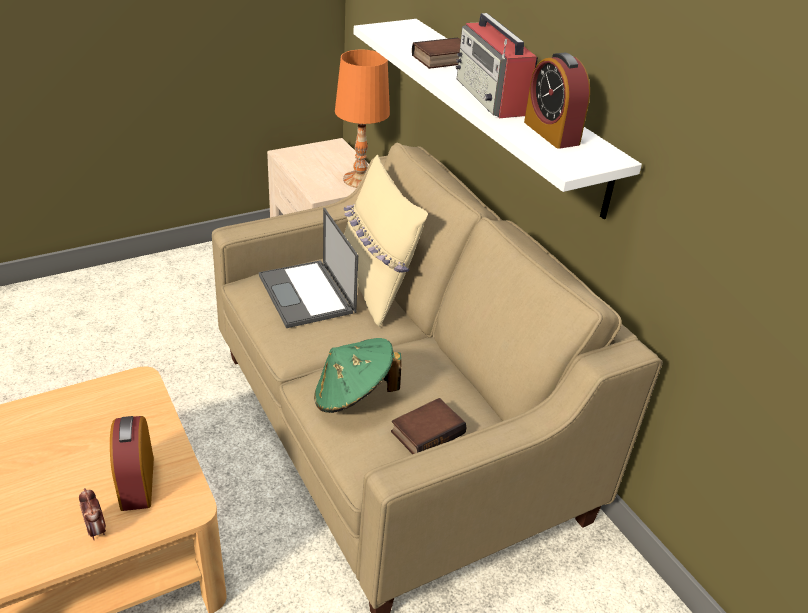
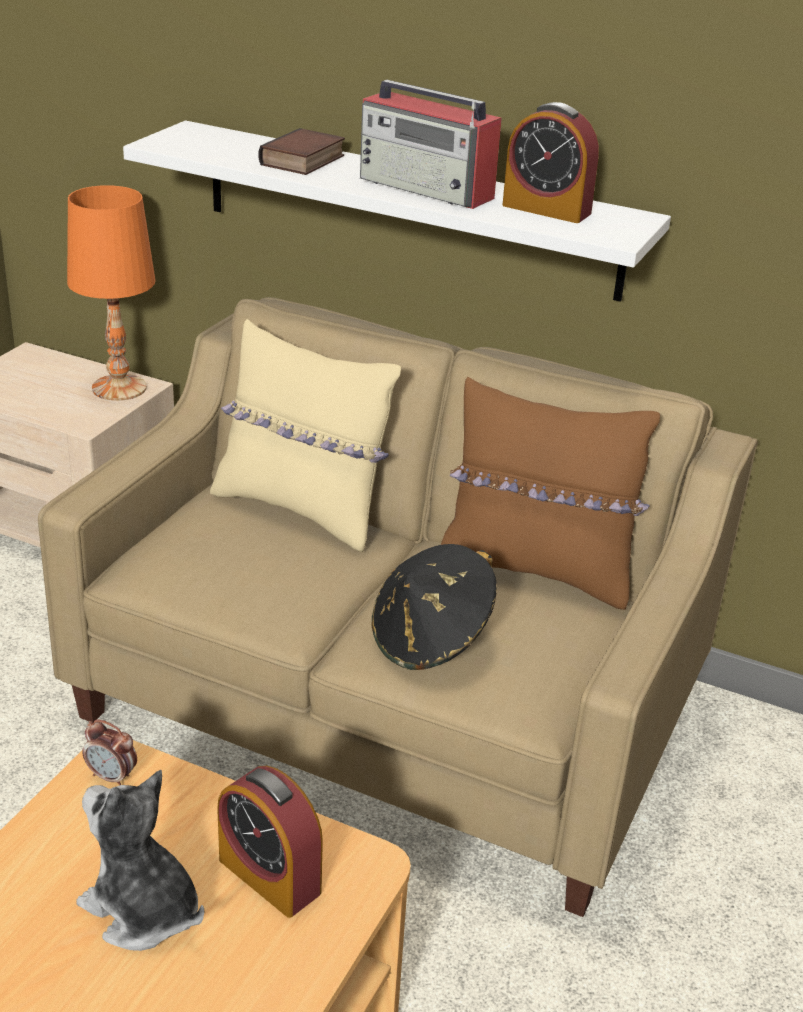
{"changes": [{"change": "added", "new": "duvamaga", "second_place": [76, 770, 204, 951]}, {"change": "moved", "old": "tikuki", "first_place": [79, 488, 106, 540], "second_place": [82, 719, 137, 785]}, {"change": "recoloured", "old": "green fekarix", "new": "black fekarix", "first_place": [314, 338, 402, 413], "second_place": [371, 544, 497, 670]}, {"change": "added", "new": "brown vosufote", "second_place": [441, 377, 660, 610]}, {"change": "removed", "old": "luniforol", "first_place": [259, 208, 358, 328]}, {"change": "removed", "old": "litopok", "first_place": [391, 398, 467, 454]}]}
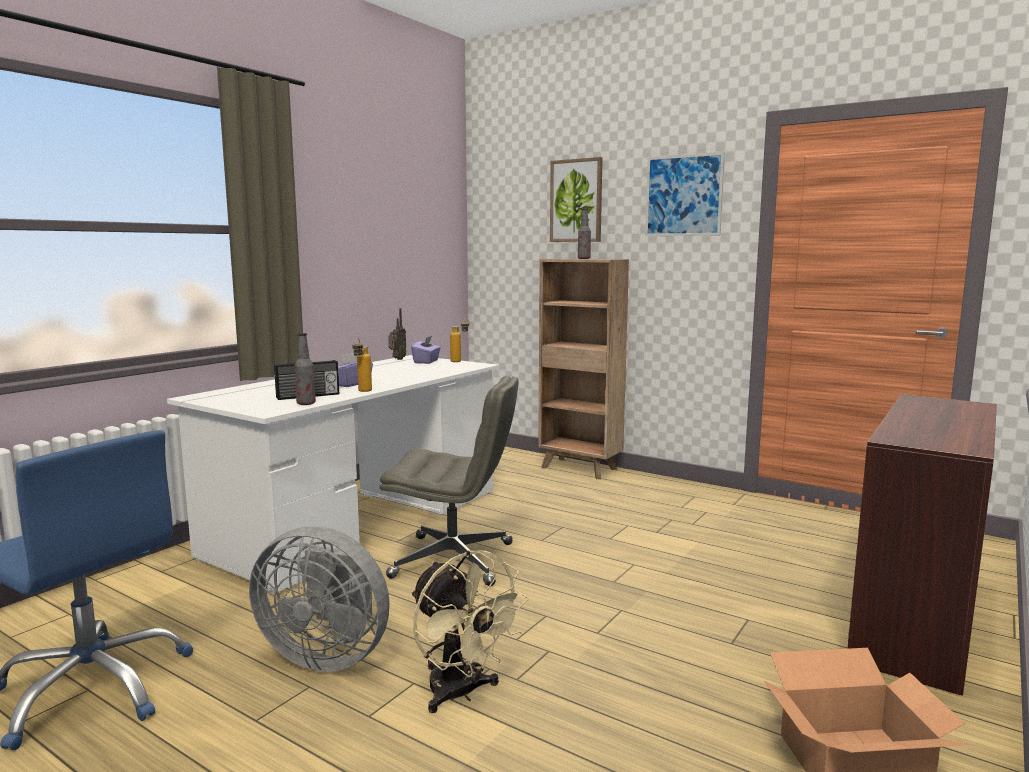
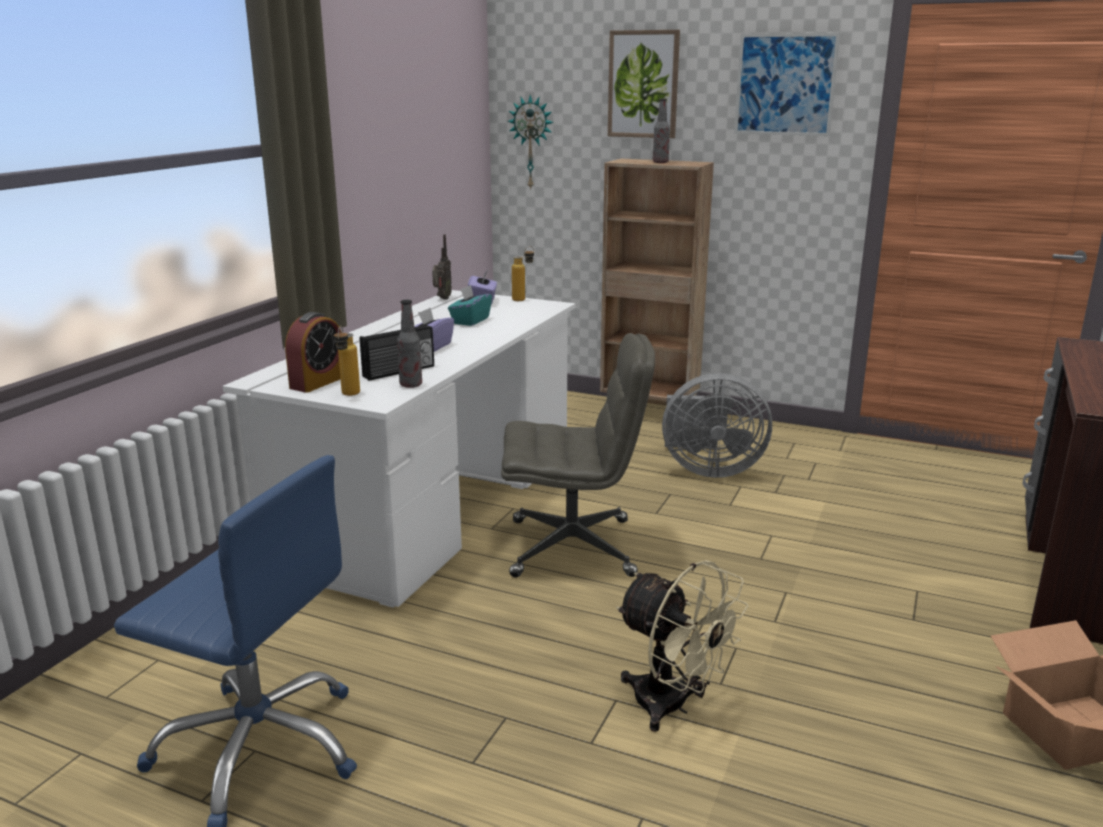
{"changes": [{"change": "added", "new": "tikuki", "second_place": [285, 312, 342, 393]}, {"change": "moved", "old": "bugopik", "first_place": [352, 338, 372, 392], "second_place": [334, 326, 360, 396]}, {"change": "added", "new": "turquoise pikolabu", "second_place": [448, 285, 492, 326]}, {"change": "added", "new": "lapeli", "second_place": [508, 95, 554, 190]}, {"change": "moved", "old": "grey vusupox", "first_place": [249, 526, 390, 672], "second_place": [662, 373, 772, 478]}]}
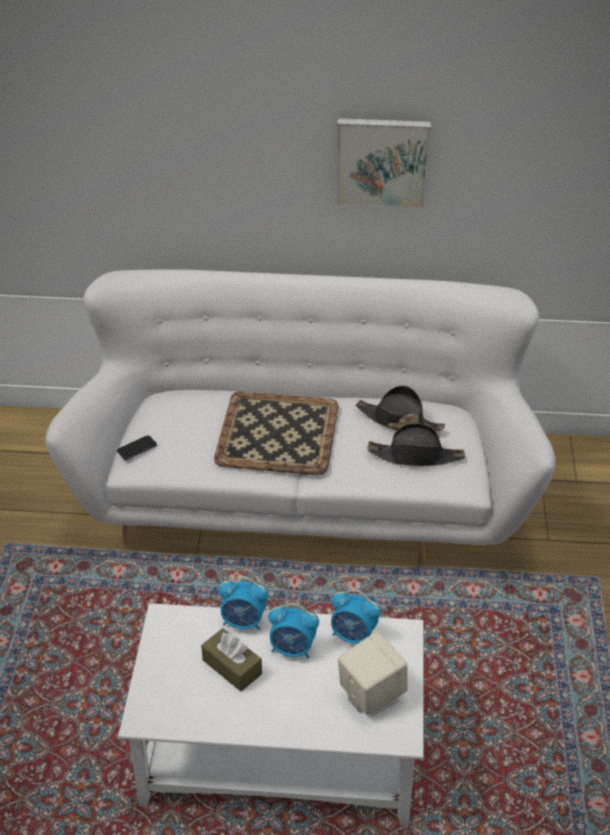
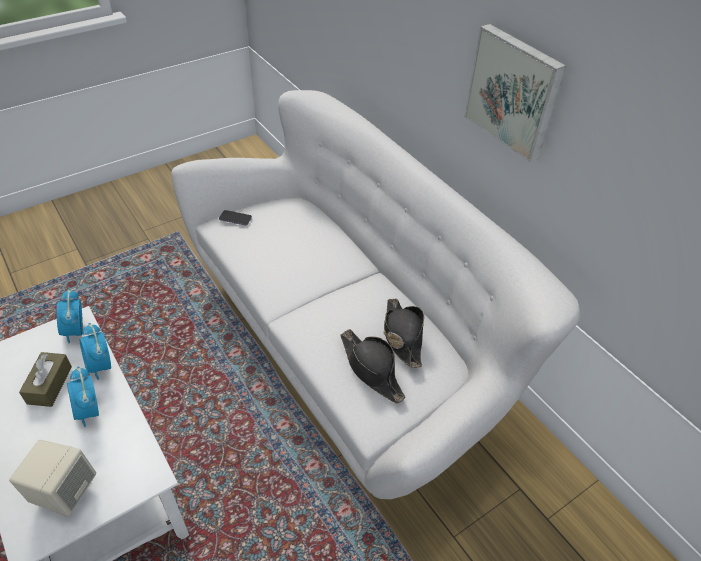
{"changes": [{"change": "moved", "old": "tikuki", "first_place": [331, 590, 381, 644], "second_place": [57, 289, 83, 344]}, {"change": "removed", "old": "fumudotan", "first_place": [214, 391, 339, 475]}]}
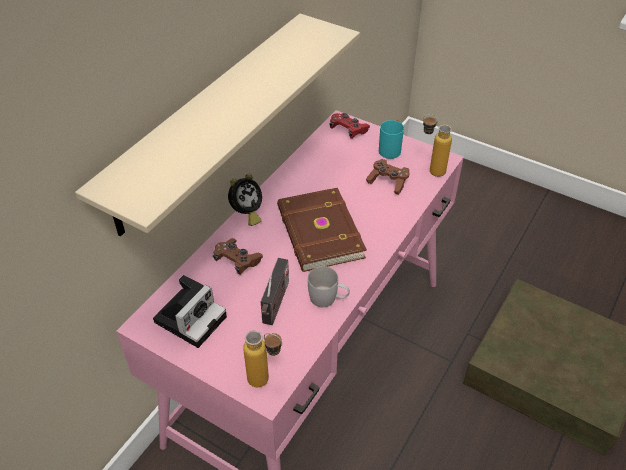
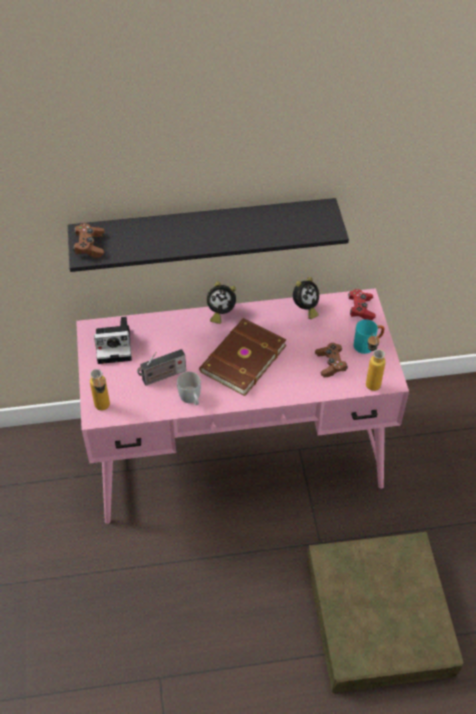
{"changes": [{"change": "recoloured", "old": "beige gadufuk", "new": "black gadufuk", "first_place": [75, 14, 360, 237], "second_place": [68, 198, 349, 272]}, {"change": "moved", "old": "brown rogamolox", "first_place": [213, 238, 263, 275], "second_place": [73, 223, 104, 258]}, {"change": "added", "new": "tikuki", "second_place": [293, 277, 319, 319]}]}
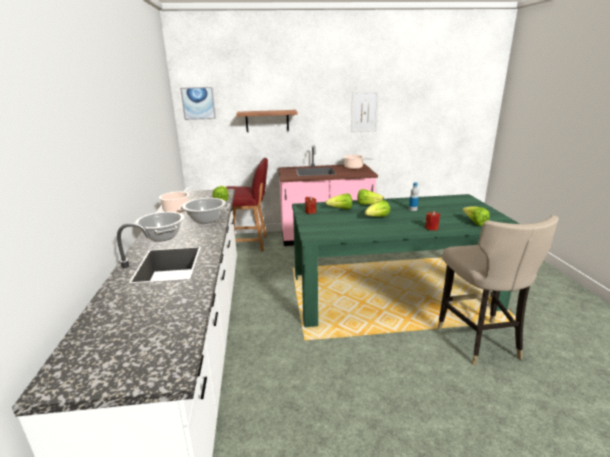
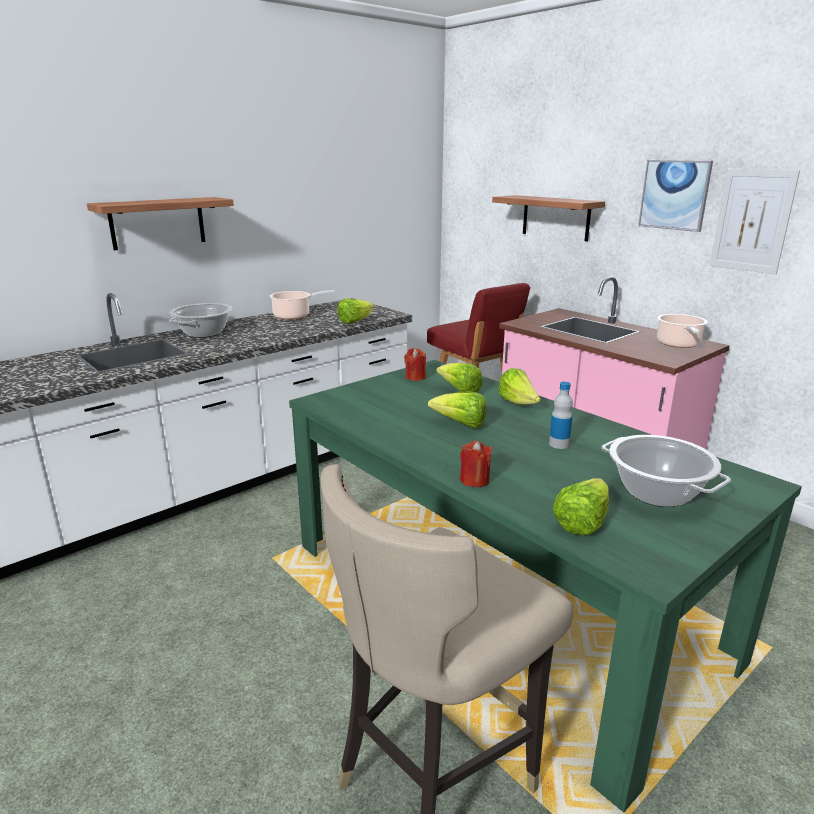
{"changes": [{"change": "added", "new": "gadufuk", "second_place": [87, 197, 234, 251]}, {"change": "moved", "old": "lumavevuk", "first_place": [178, 198, 230, 224], "second_place": [602, 435, 731, 507]}, {"change": "moved", "old": "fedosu", "first_place": [180, 87, 216, 120], "second_place": [638, 160, 713, 232]}]}
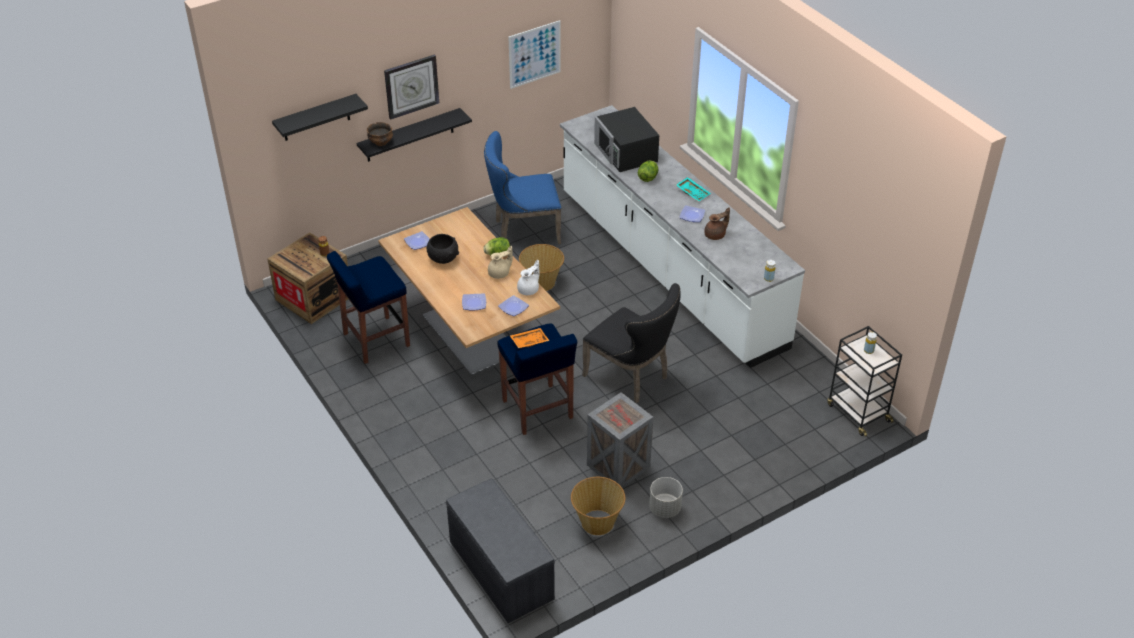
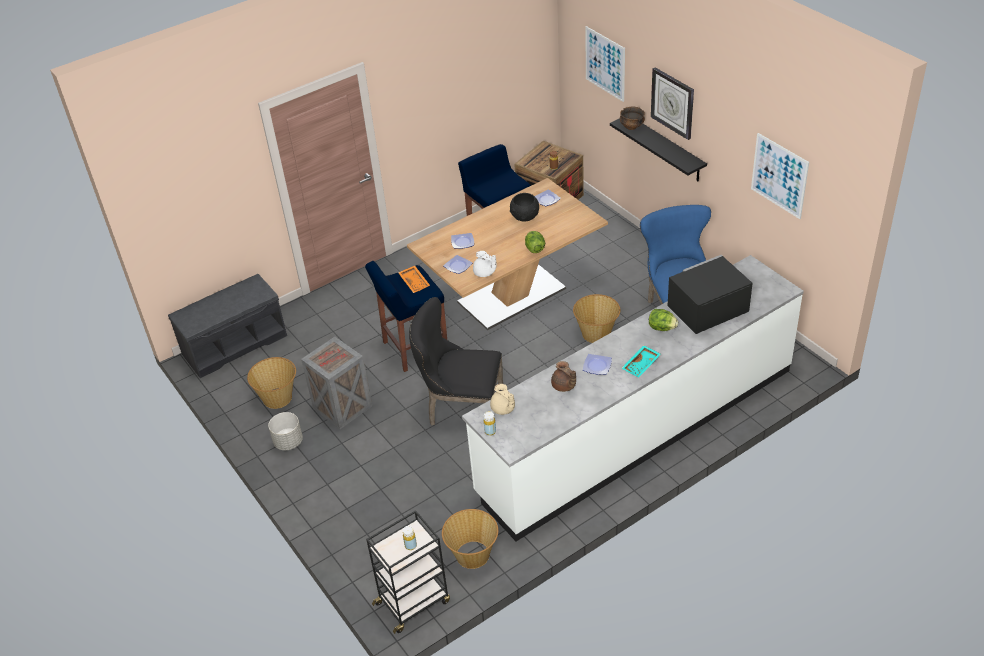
{"changes": [{"change": "turned", "old": "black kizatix", "first_place": [582, 283, 681, 403], "second_place": [409, 297, 503, 426], "degrees": 60}, {"change": "added", "new": "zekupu", "second_place": [442, 509, 498, 569]}, {"change": "moved", "old": "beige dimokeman", "first_place": [488, 246, 513, 279], "second_place": [490, 384, 515, 415]}, {"change": "replaced", "old": "black gadufuk", "new": "fedosu", "first_place": [272, 94, 368, 141], "second_place": [585, 26, 625, 102]}]}
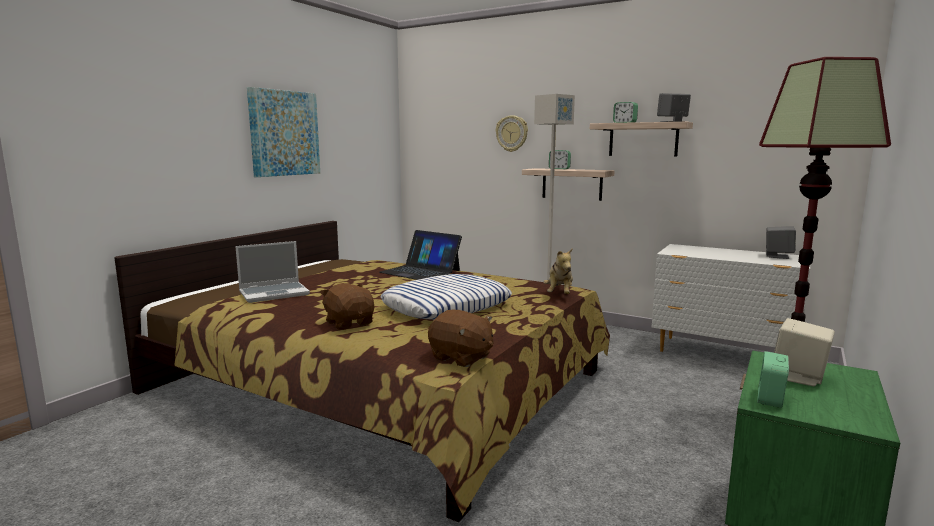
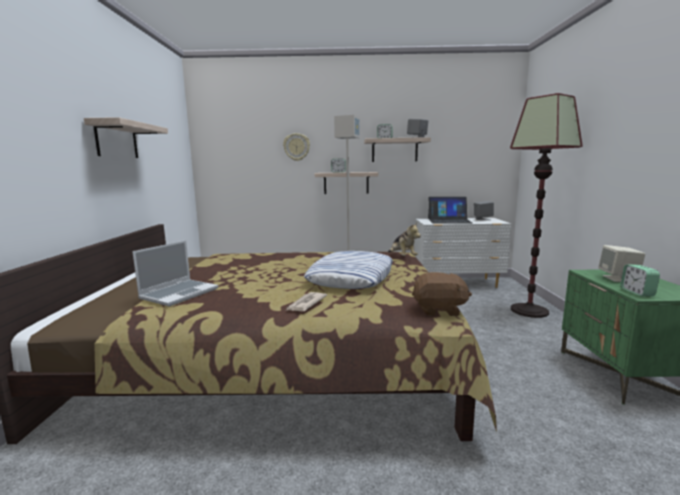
{"changes": [{"change": "replaced", "old": "fedosu", "new": "gadufuk", "first_place": [247, 87, 320, 177], "second_place": [84, 117, 168, 158]}, {"change": "replaced", "old": "brown duvamaga", "new": "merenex", "first_place": [320, 283, 375, 330], "second_place": [287, 292, 327, 312]}, {"change": "moved", "old": "luniforol", "first_place": [379, 230, 462, 280], "second_place": [428, 197, 472, 223]}]}
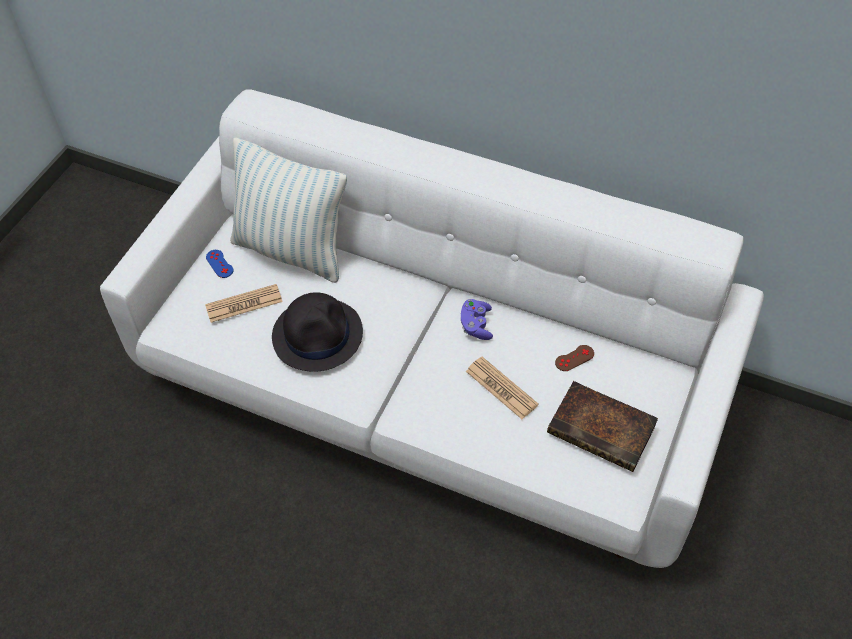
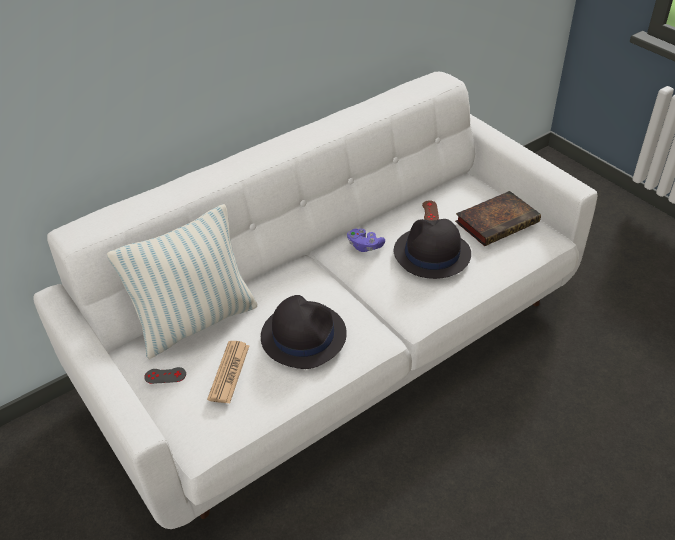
{"changes": [{"change": "recoloured", "old": "blue rogamolox", "new": "grey rogamolox", "first_place": [206, 250, 233, 278], "second_place": [144, 367, 186, 384]}, {"change": "replaced", "old": "merenex", "new": "black fekarix", "first_place": [466, 357, 539, 419], "second_place": [393, 219, 471, 279]}]}
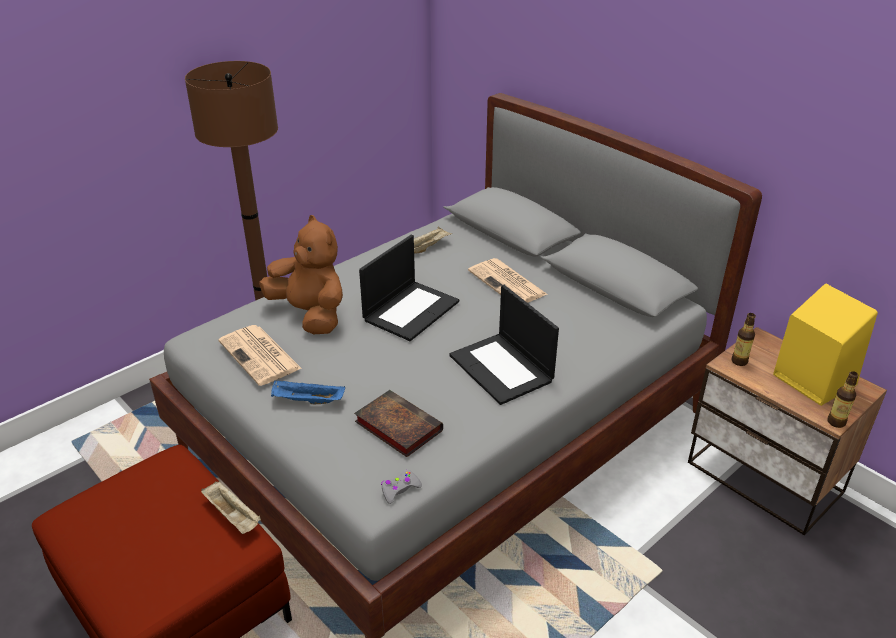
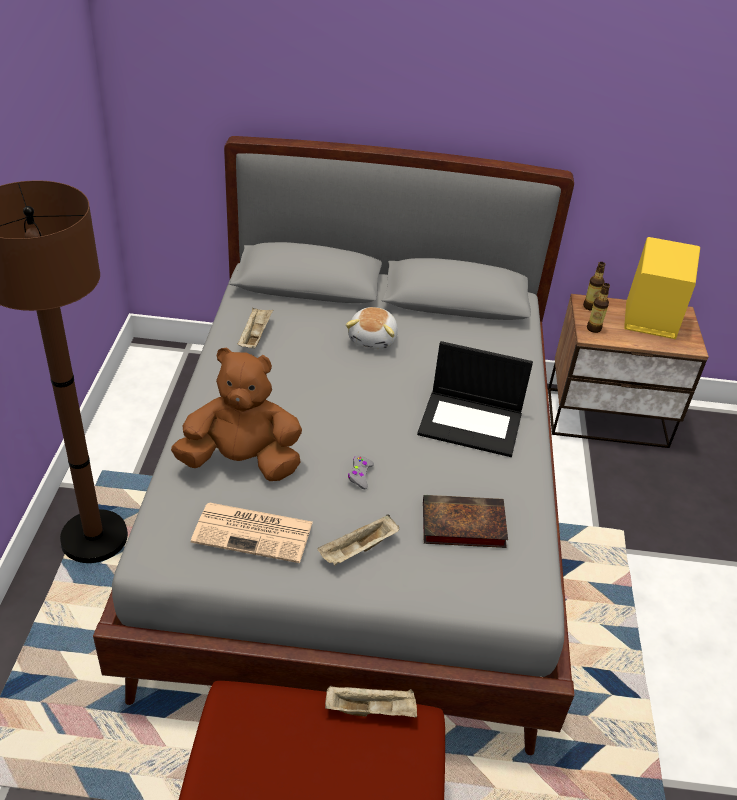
{"changes": [{"change": "recoloured", "old": "blue fumudotan", "new": "beige fumudotan", "first_place": [271, 380, 345, 405], "second_place": [318, 514, 399, 566]}, {"change": "replaced", "old": "merenex", "new": "duvamaga", "first_place": [468, 258, 547, 303], "second_place": [346, 307, 398, 350]}, {"change": "moved", "old": "grey rogamolox", "first_place": [381, 469, 422, 504], "second_place": [348, 456, 374, 489]}, {"change": "moved", "old": "bugopik", "first_place": [827, 371, 859, 428], "second_place": [583, 262, 605, 311]}, {"change": "removed", "old": "luniforol", "first_place": [359, 235, 459, 341]}]}
